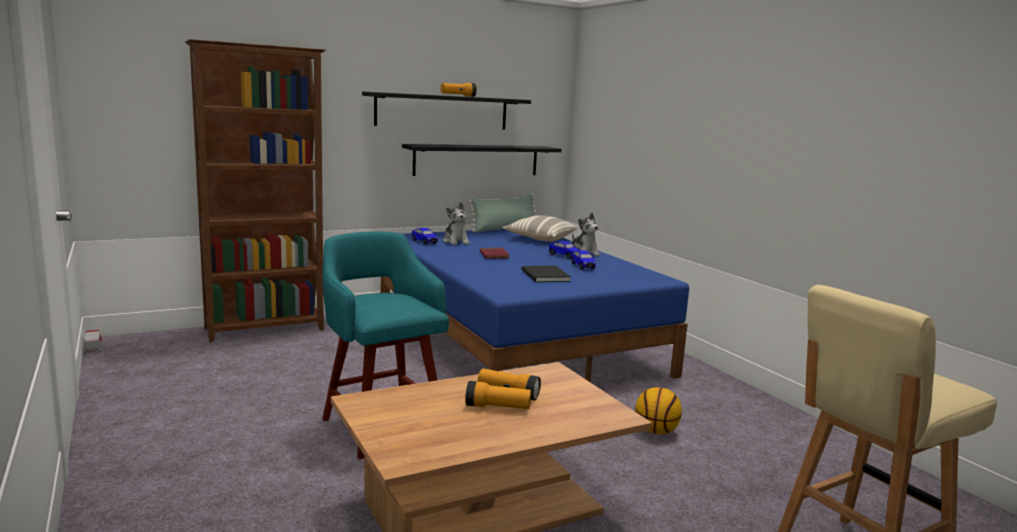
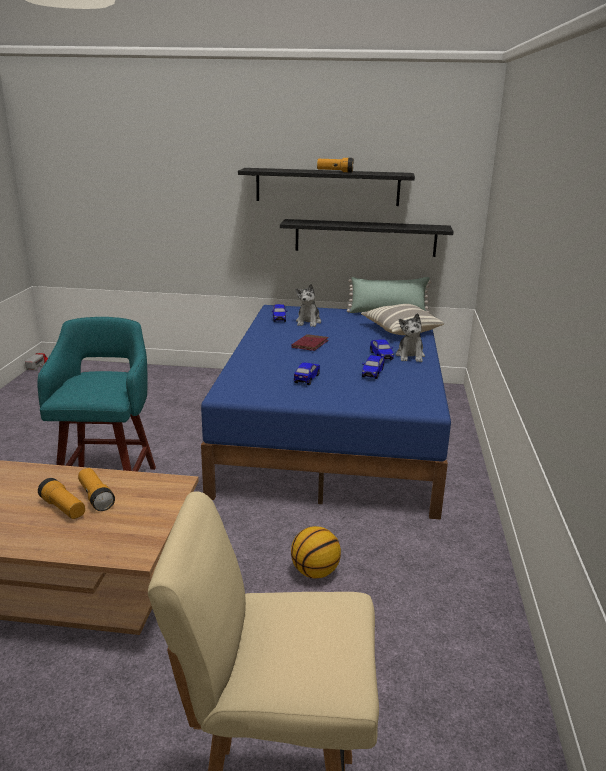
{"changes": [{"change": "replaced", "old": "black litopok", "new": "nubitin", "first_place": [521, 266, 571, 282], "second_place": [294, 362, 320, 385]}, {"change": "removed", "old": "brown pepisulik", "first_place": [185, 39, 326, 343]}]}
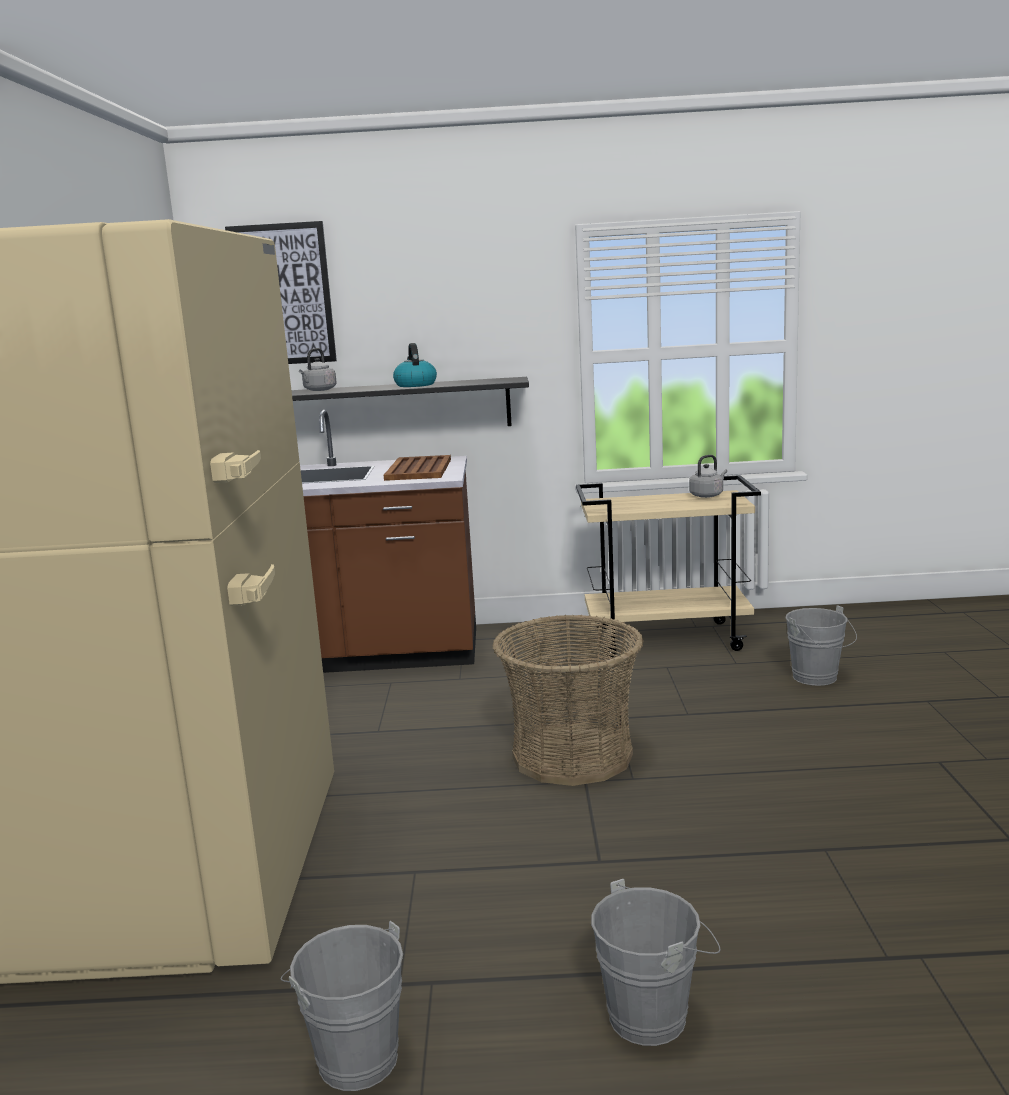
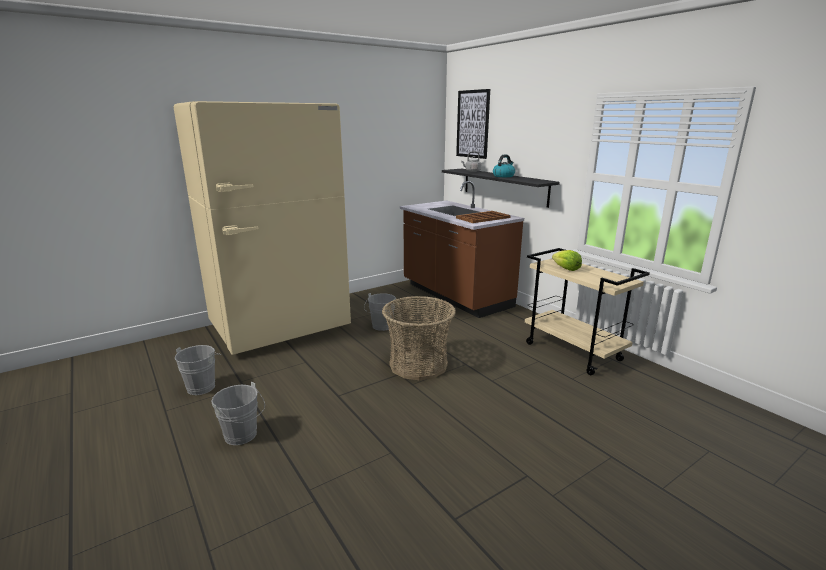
{"changes": [{"change": "moved", "old": "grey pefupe", "first_place": [786, 605, 857, 686], "second_place": [364, 293, 396, 331]}, {"change": "added", "new": "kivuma", "second_place": [552, 250, 582, 271]}, {"change": "removed", "old": "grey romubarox", "first_place": [689, 455, 727, 498]}]}
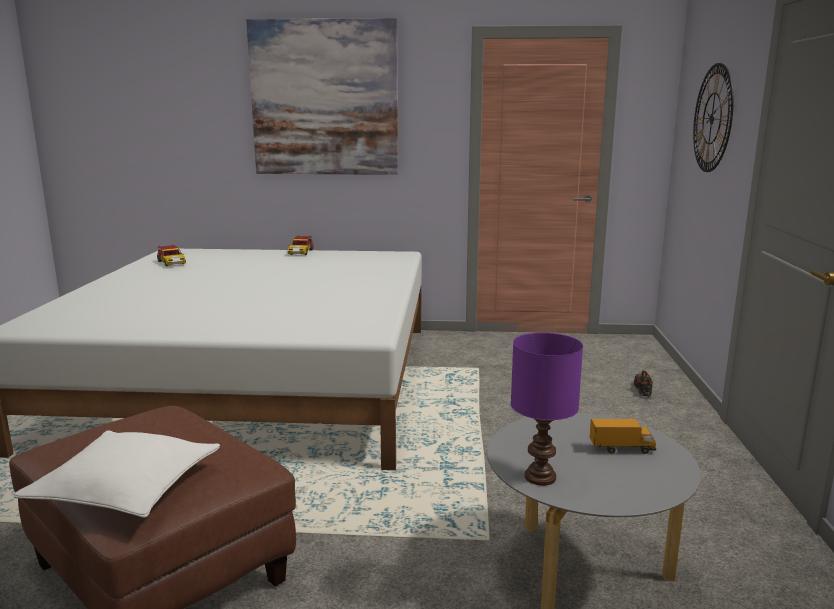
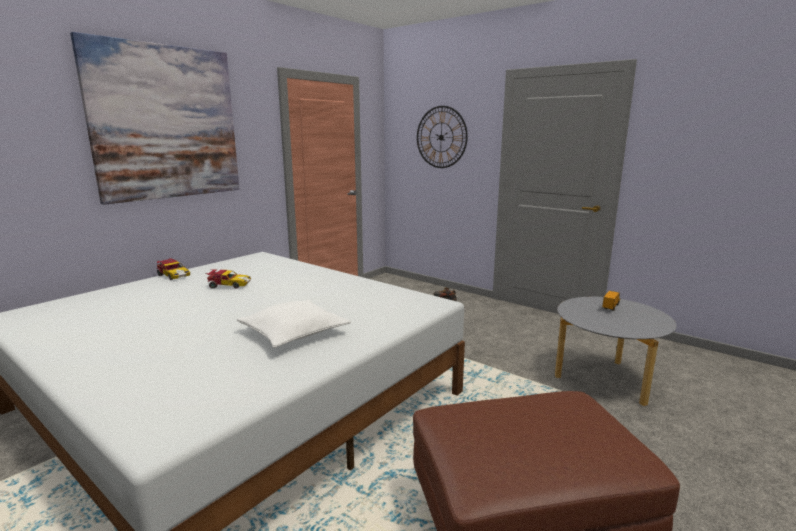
{"changes": [{"change": "moved", "old": "nubitin", "first_place": [157, 245, 186, 266], "second_place": [206, 269, 251, 289]}, {"change": "moved", "old": "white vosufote", "first_place": [14, 430, 220, 518], "second_place": [237, 300, 351, 348]}, {"change": "removed", "old": "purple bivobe", "first_place": [511, 332, 583, 486]}]}
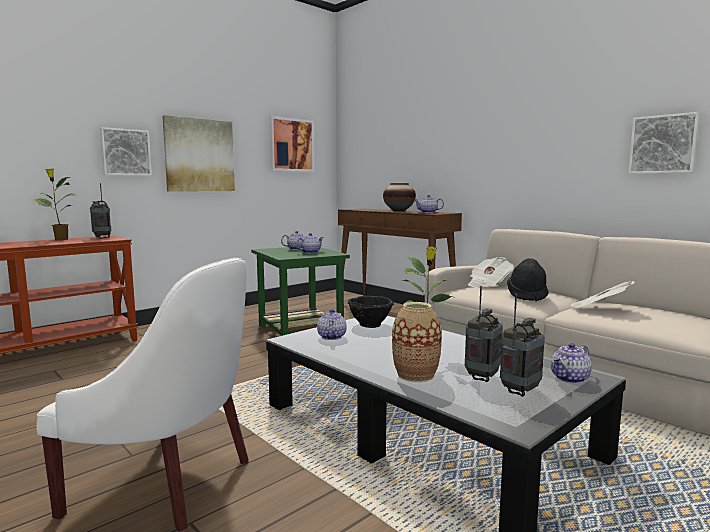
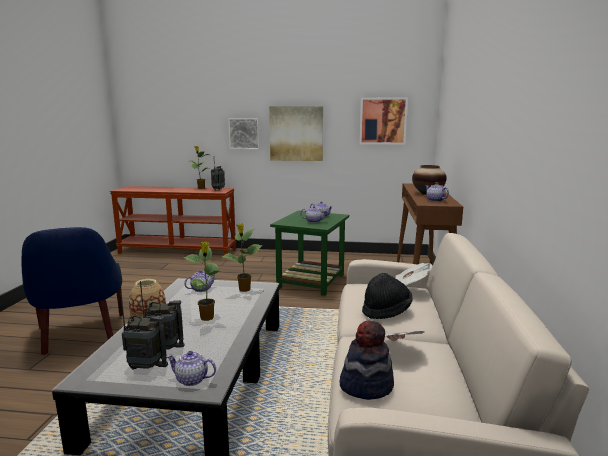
{"changes": [{"change": "recoloured", "old": "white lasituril", "new": "blue lasituril", "first_place": [36, 258, 249, 532], "second_place": [22, 227, 123, 355]}, {"change": "replaced", "old": "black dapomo", "new": "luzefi", "first_place": [348, 296, 394, 328], "second_place": [222, 223, 263, 292]}, {"change": "added", "new": "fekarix", "second_place": [340, 321, 394, 400]}, {"change": "removed", "old": "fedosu", "first_place": [628, 112, 700, 174]}]}
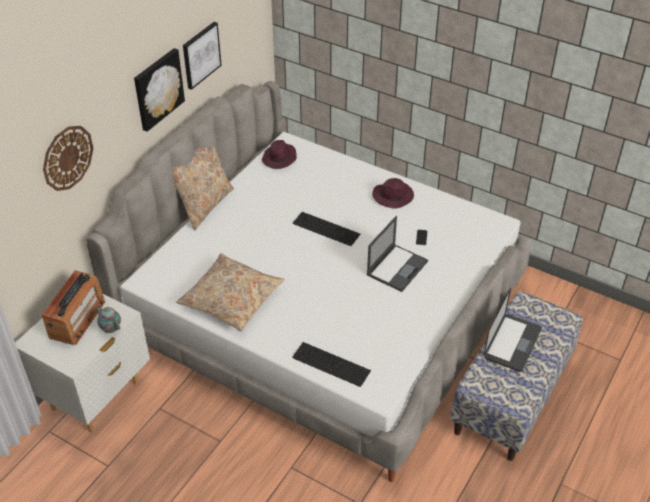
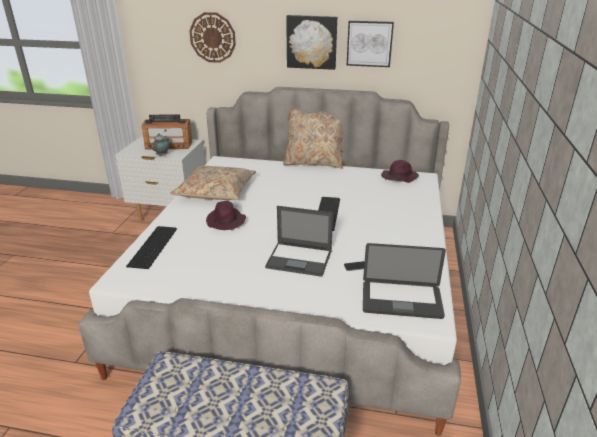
{"changes": [{"change": "moved", "old": "purple fekarix", "first_place": [372, 178, 414, 209], "second_place": [206, 201, 246, 230]}, {"change": "moved", "old": "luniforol", "first_place": [484, 288, 542, 372], "second_place": [363, 243, 446, 319]}]}
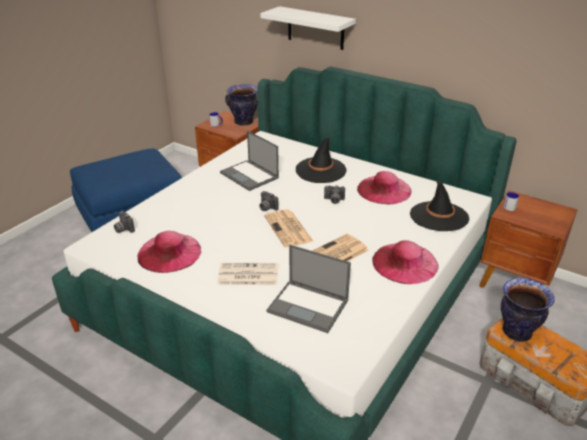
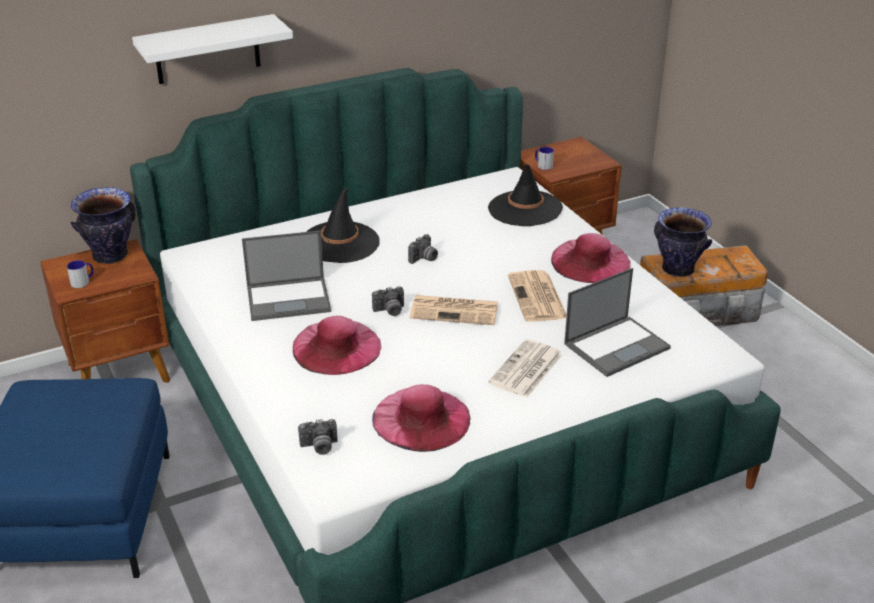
{"changes": [{"change": "moved", "old": "pink fekarix", "first_place": [357, 171, 411, 204], "second_place": [293, 316, 382, 375]}]}
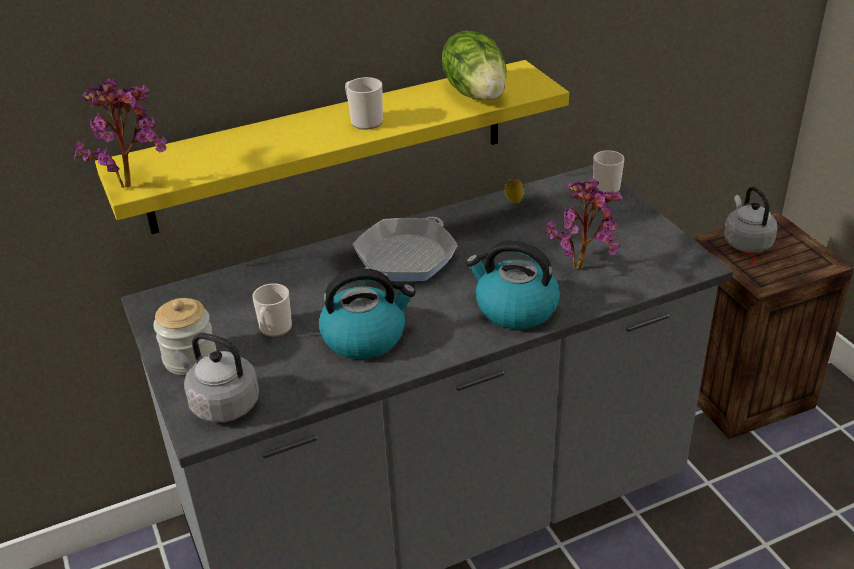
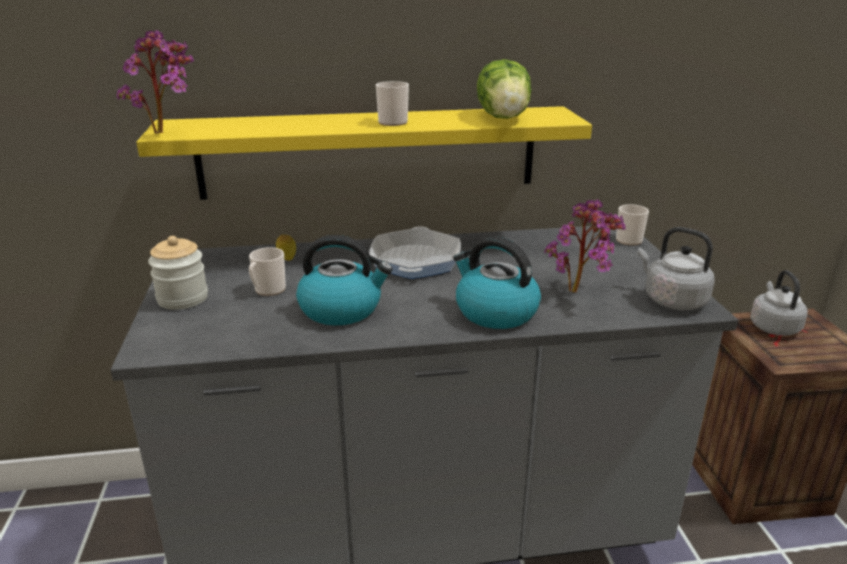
{"changes": [{"change": "moved", "old": "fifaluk", "first_place": [504, 179, 524, 204], "second_place": [276, 235, 296, 261]}, {"change": "turned", "old": "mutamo", "first_place": [352, 217, 458, 282], "second_place": [369, 226, 461, 279], "degrees": -45}, {"change": "moved", "old": "grey romubarox", "first_place": [174, 333, 259, 423], "second_place": [638, 227, 715, 310]}]}
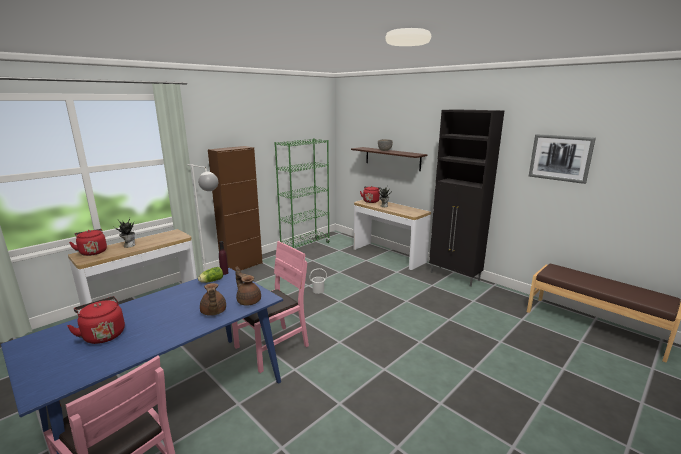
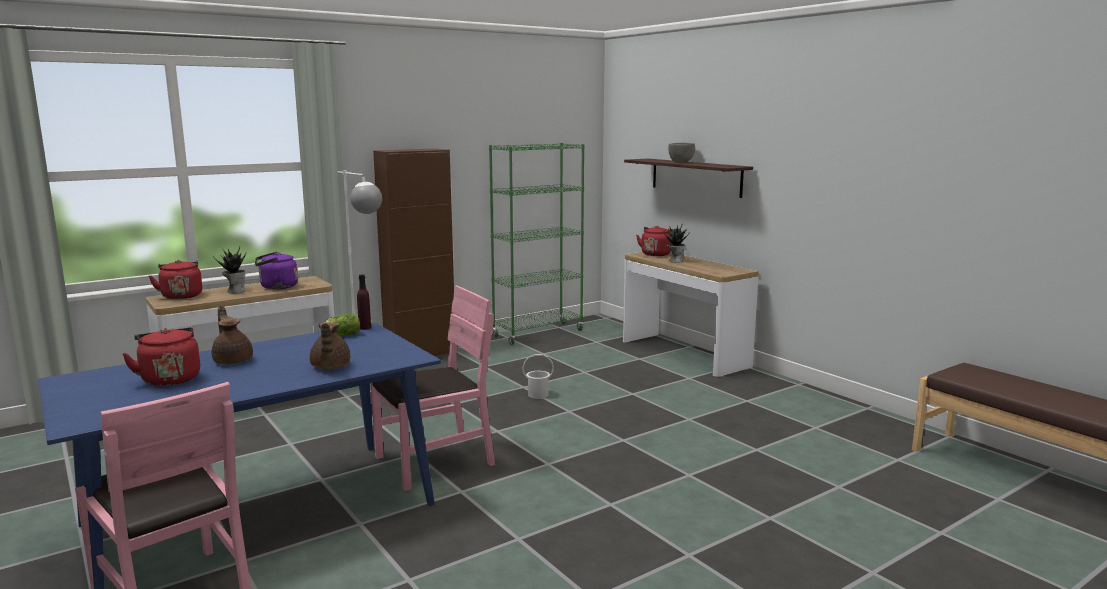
{"changes": [{"change": "moved", "old": "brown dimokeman", "first_place": [235, 267, 261, 306], "second_place": [212, 306, 253, 364]}, {"change": "added", "new": "purple romubarox", "second_place": [255, 252, 298, 290]}, {"change": "removed", "old": "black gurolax", "first_place": [429, 109, 505, 287]}, {"change": "removed", "old": "fedosu", "first_place": [529, 134, 596, 184]}]}
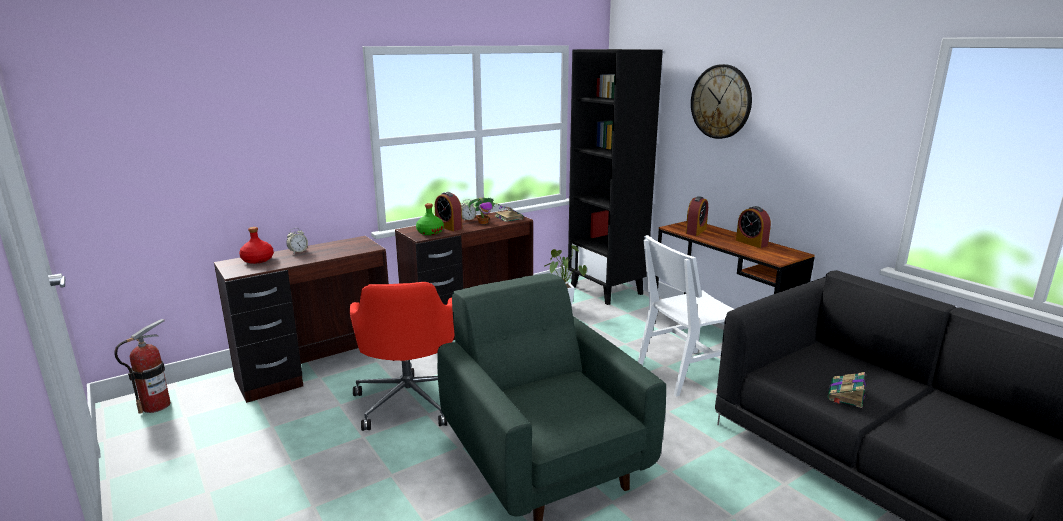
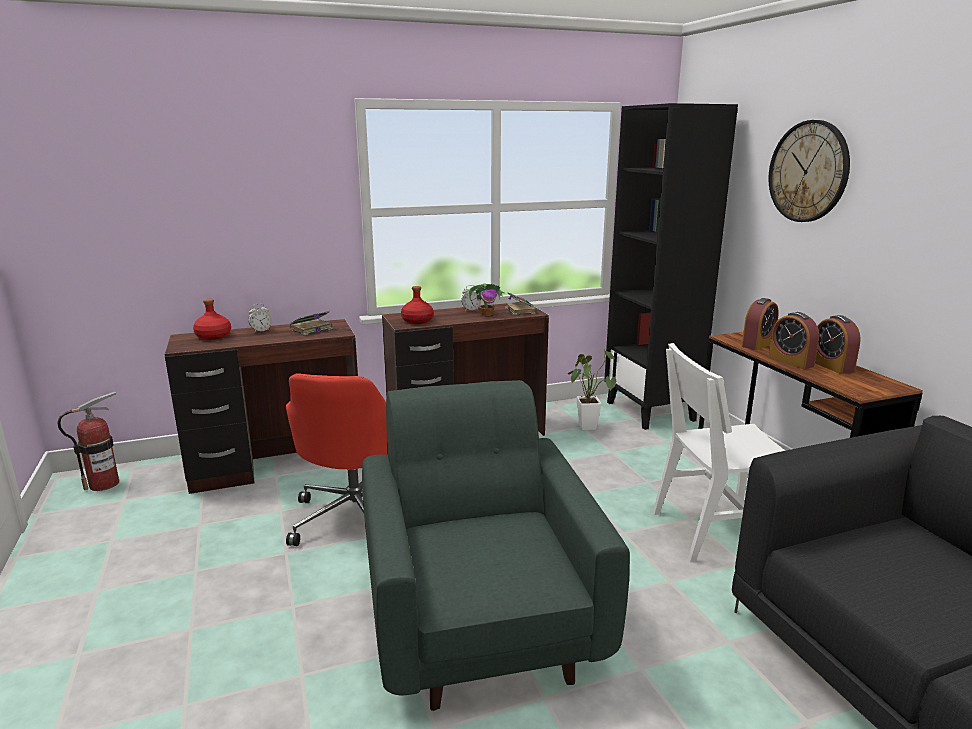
{"changes": [{"change": "moved", "old": "litopok", "first_place": [828, 372, 866, 408], "second_place": [286, 311, 333, 335]}, {"change": "recoloured", "old": "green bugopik", "new": "red bugopik", "first_place": [416, 203, 444, 235], "second_place": [401, 286, 434, 324]}, {"change": "moved", "old": "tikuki", "first_place": [435, 192, 462, 231], "second_place": [768, 312, 819, 369]}]}
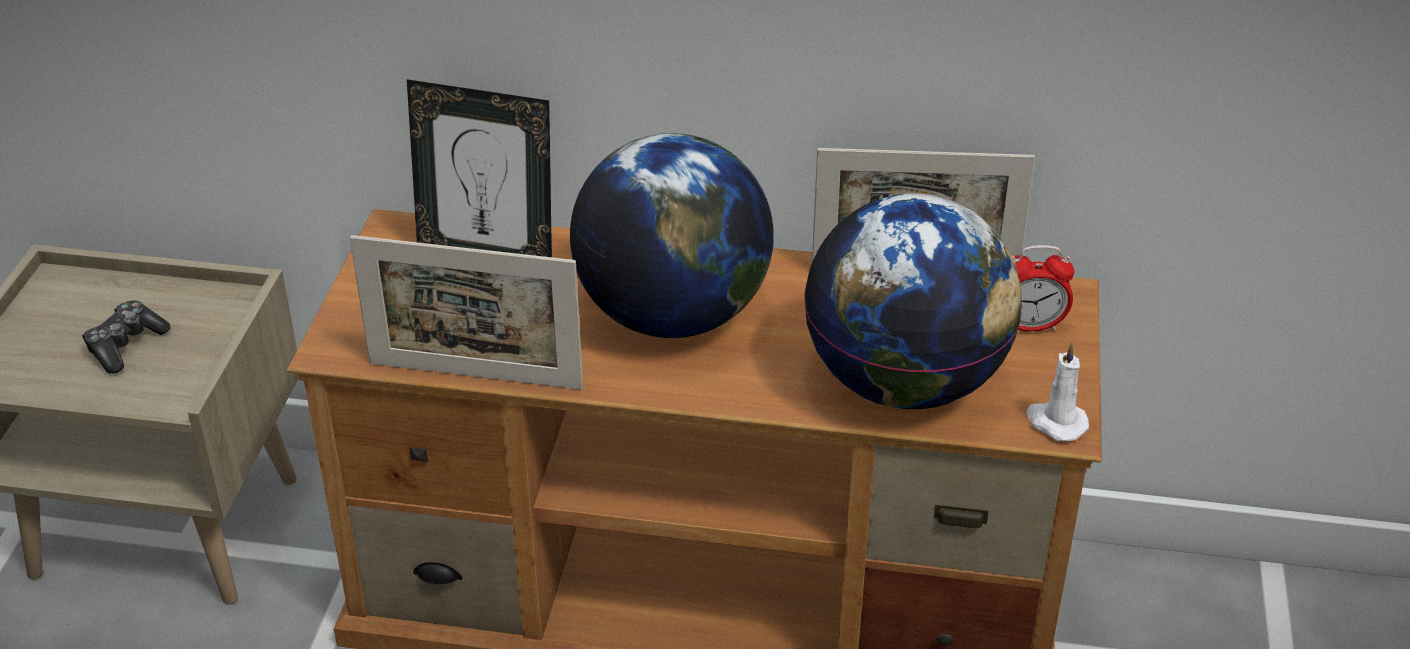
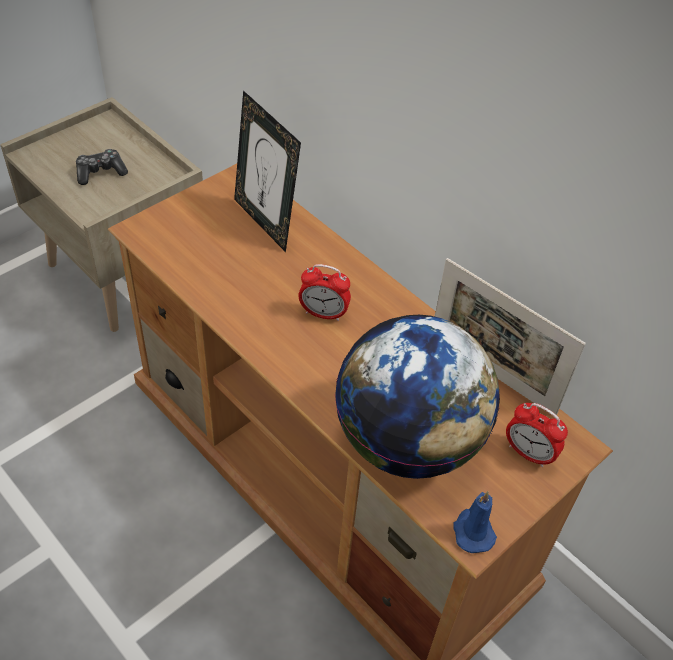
{"changes": [{"change": "replaced", "old": "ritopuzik", "new": "tikuki", "first_place": [570, 133, 774, 338], "second_place": [298, 264, 351, 321]}, {"change": "recoloured", "old": "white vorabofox", "new": "blue vorabofox", "first_place": [1027, 342, 1089, 441], "second_place": [453, 491, 497, 553]}, {"change": "removed", "old": "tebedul", "first_place": [350, 235, 583, 390]}]}
